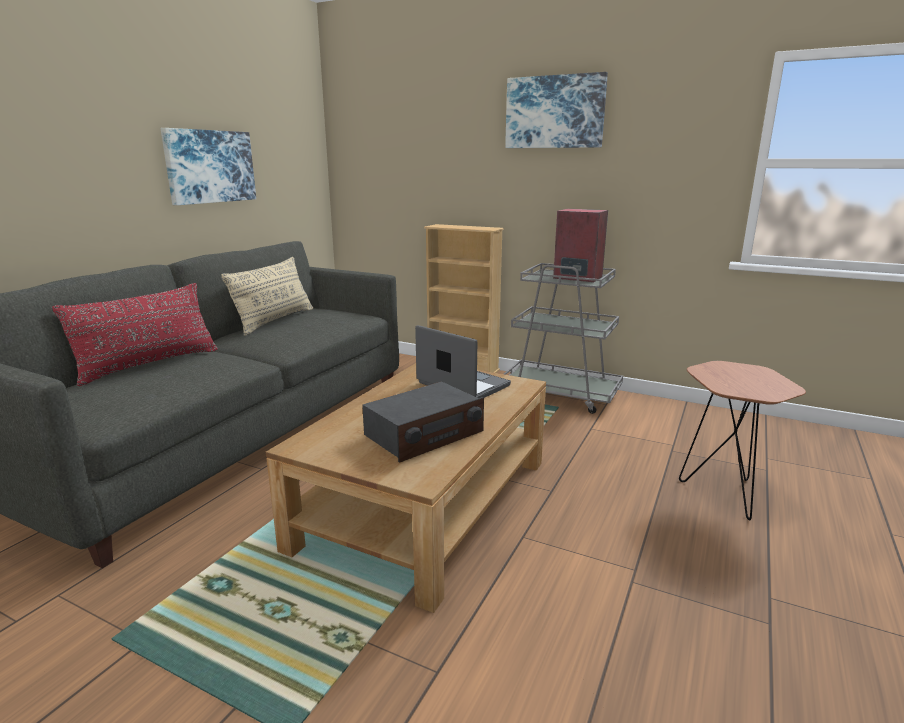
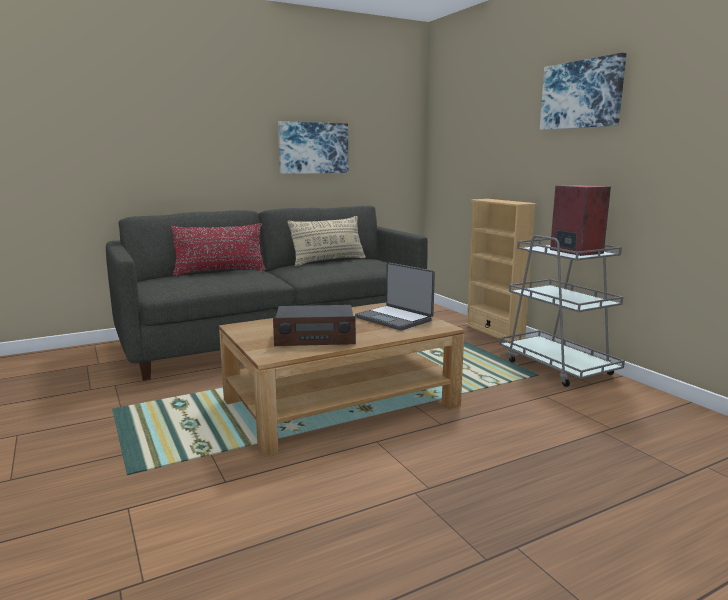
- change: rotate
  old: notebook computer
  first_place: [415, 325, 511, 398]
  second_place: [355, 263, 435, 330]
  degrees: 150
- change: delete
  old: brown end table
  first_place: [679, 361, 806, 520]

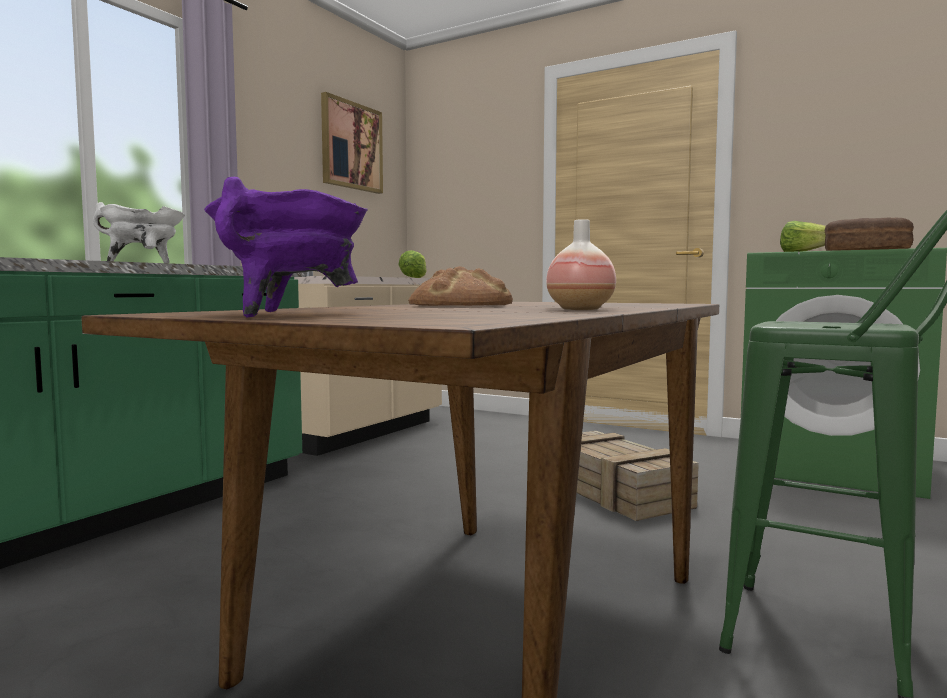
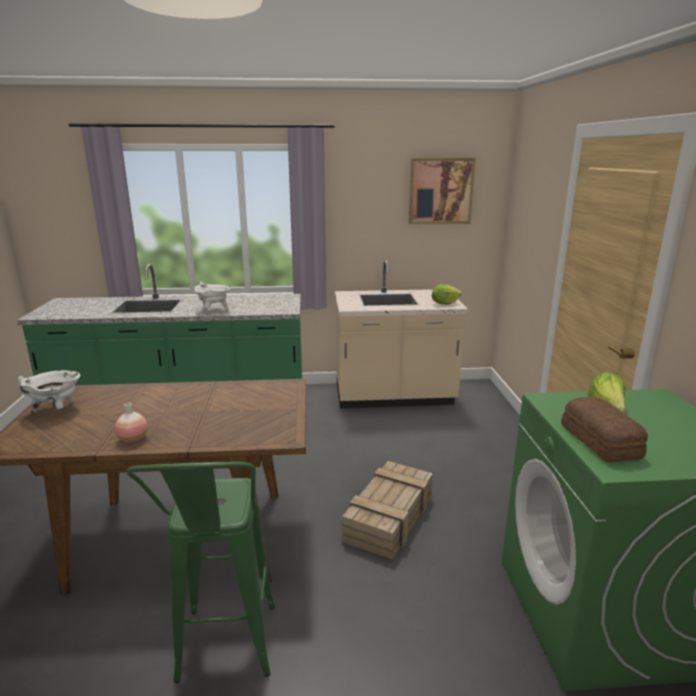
- change: recolor
  old: purplish saucepot
  new: white-coloured saucepot
  first_place: [204, 177, 368, 317]
  second_place: [17, 370, 80, 414]
- change: delete
  old: bakery bread
  first_place: [408, 266, 513, 306]

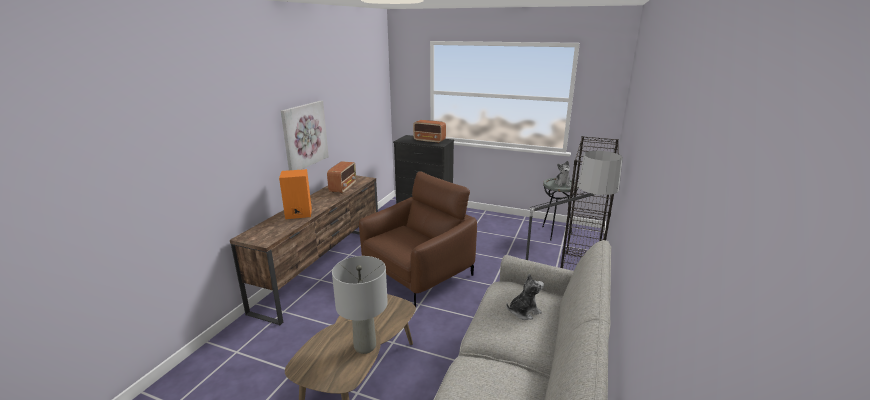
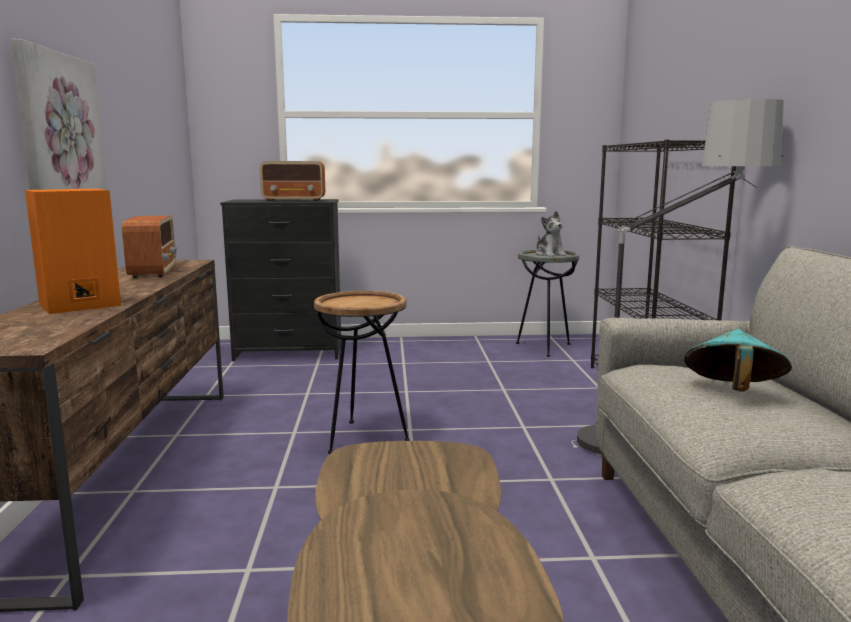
- change: delete
  old: gray lamp for a table
  first_place: [332, 256, 388, 354]
- change: replace
  old: brown armchair
  new: brown end table
  first_place: [359, 171, 477, 307]
  second_place: [314, 291, 410, 454]
- change: replace
  old: plush toy
  new: turquoise hat
  first_place: [506, 274, 544, 320]
  second_place: [684, 329, 792, 392]

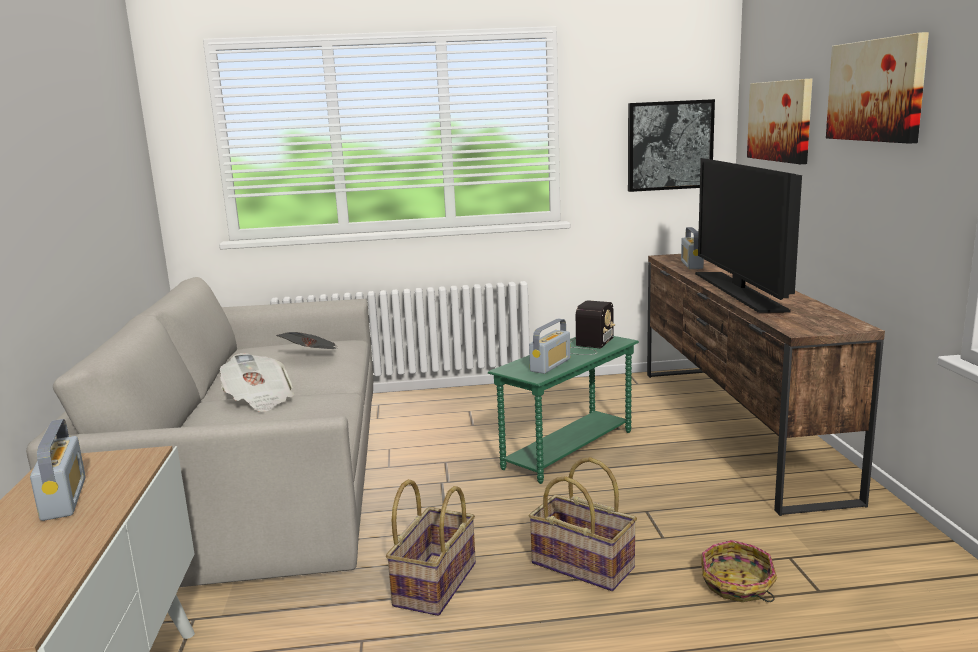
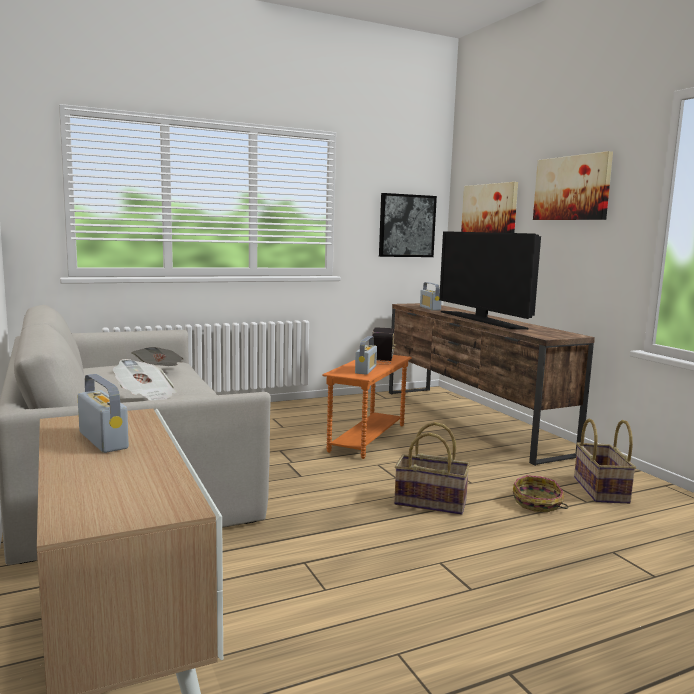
- change: move
  old: household basket
  first_place: [386, 479, 476, 616]
  second_place: [574, 419, 636, 504]
- change: recolor
  old: green-coloured end table
  new: orangey end table
  first_place: [488, 336, 639, 484]
  second_place: [322, 355, 412, 459]

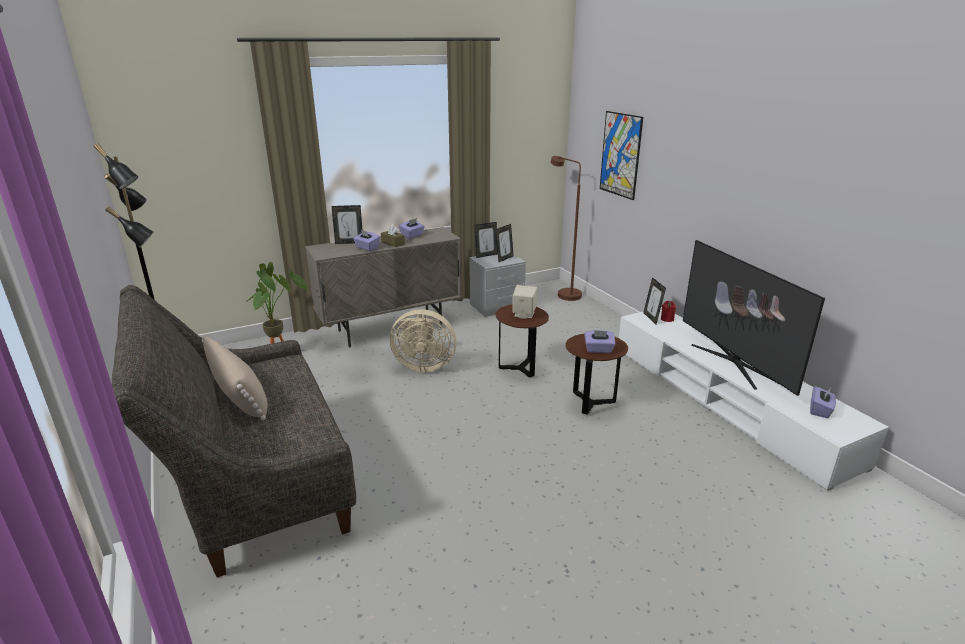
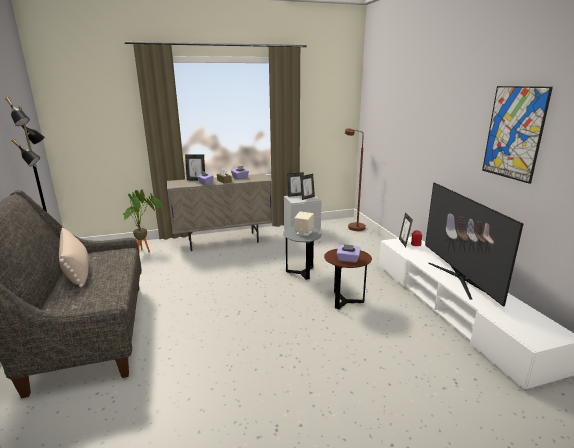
- change: delete
  old: sand-coloured cooling fan
  first_place: [390, 309, 457, 372]
- change: recolor
  old: brown end table
  new: gray end table
  first_place: [495, 304, 549, 377]
  second_place: [283, 227, 322, 280]
- change: move
  old: picture
  first_place: [600, 111, 643, 200]
  second_place: [482, 86, 553, 184]
- change: delete
  old: purplish box of tissues
  first_place: [810, 386, 836, 418]

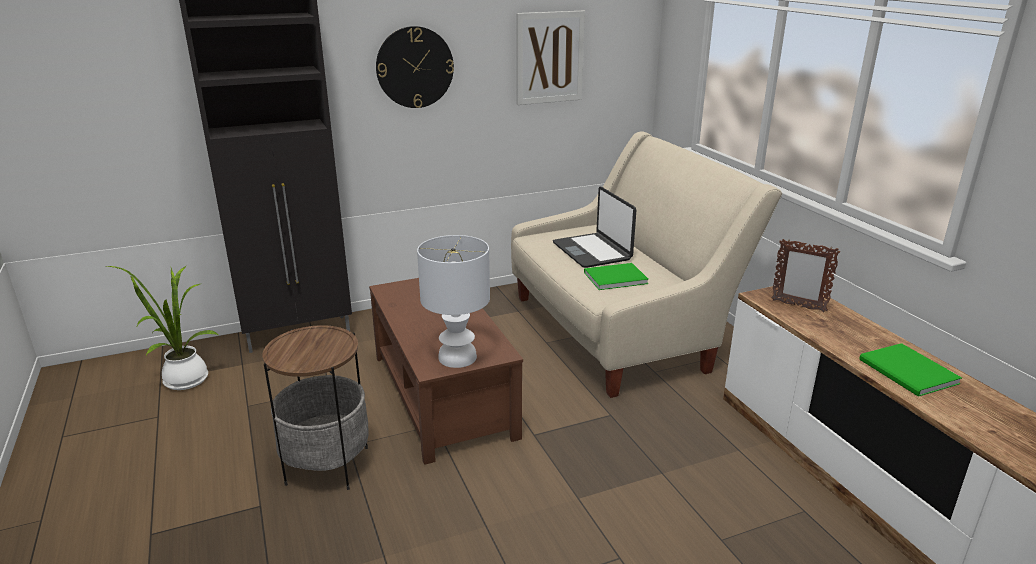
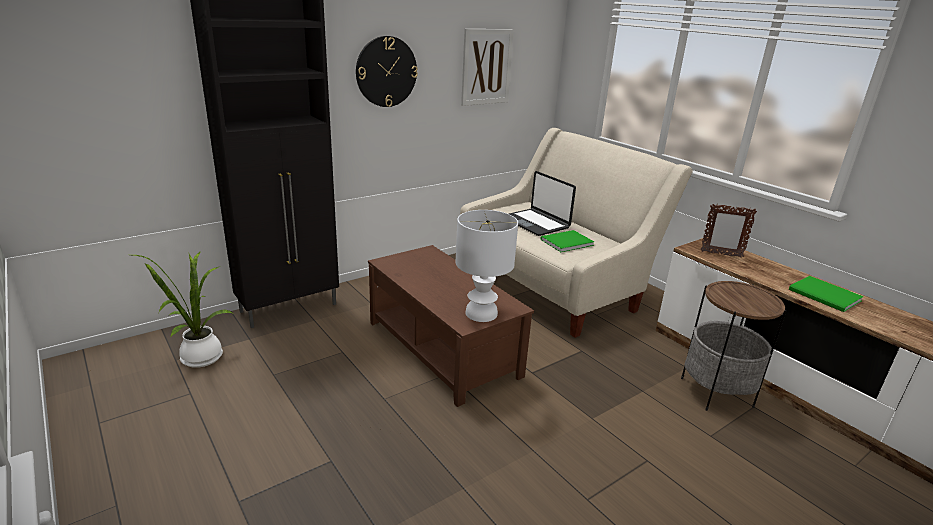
- change: move
  old: end table
  first_place: [262, 325, 368, 490]
  second_place: [681, 281, 786, 411]

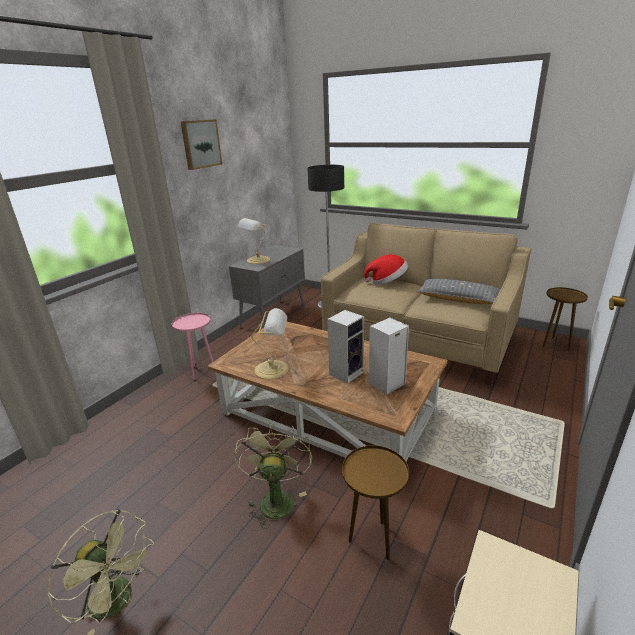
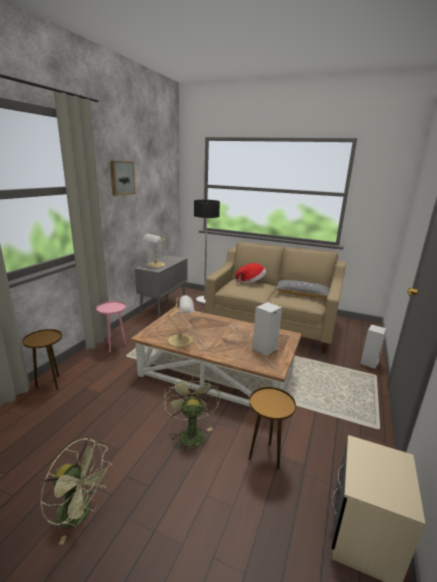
- change: move
  old: loudspeaker
  first_place: [327, 310, 364, 384]
  second_place: [360, 324, 387, 369]
- change: move
  old: brown end table
  first_place: [543, 287, 588, 350]
  second_place: [22, 329, 62, 390]

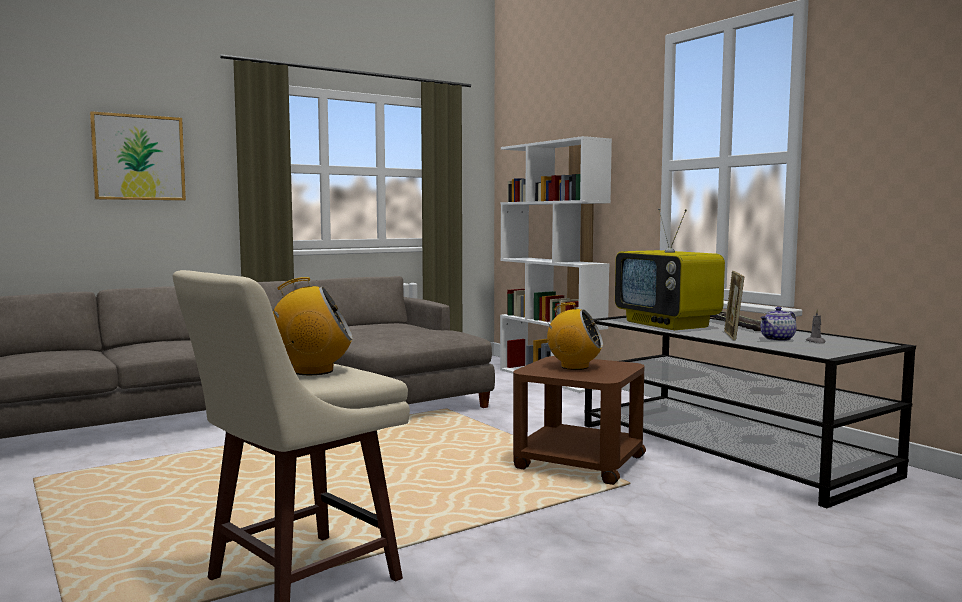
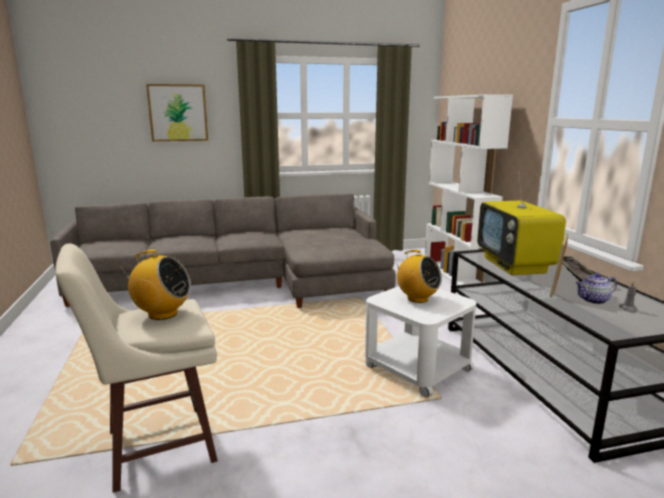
- change: recolor
  old: brown end table
  new: white-coloured end table
  first_place: [513, 356, 646, 485]
  second_place: [365, 286, 476, 398]

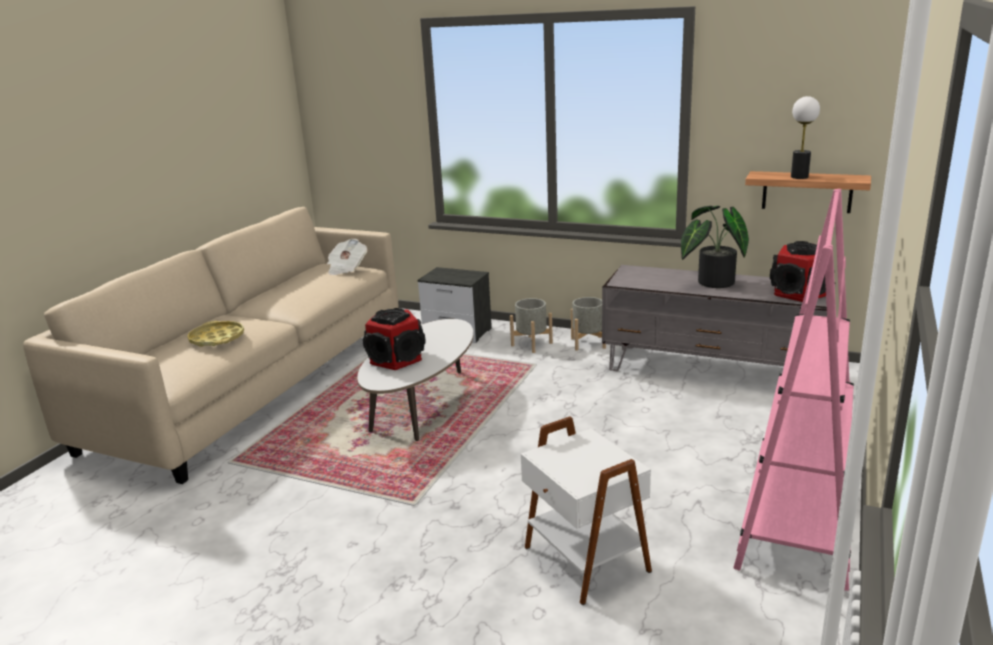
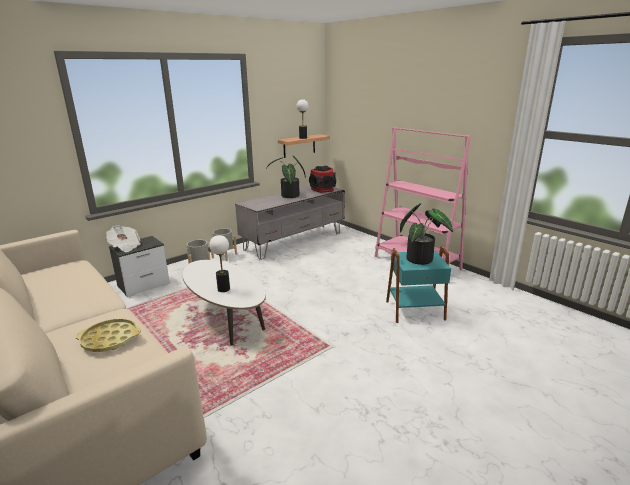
- change: move
  old: daily paper
  first_place: [327, 239, 367, 275]
  second_place: [106, 225, 141, 252]
- change: replace
  old: loudspeaker
  new: lamp for a table
  first_place: [363, 308, 426, 370]
  second_place: [209, 235, 230, 292]
- change: recolor
  old: white-coloured end table
  new: turquoise end table
  first_place: [521, 417, 652, 605]
  second_place: [386, 246, 451, 323]
- change: insert
  new: plant in a pot
  second_place: [400, 203, 453, 265]

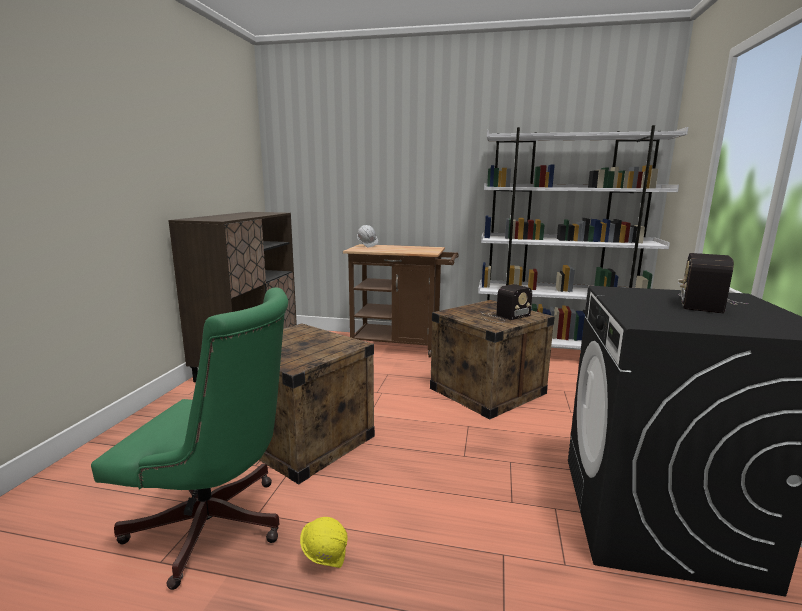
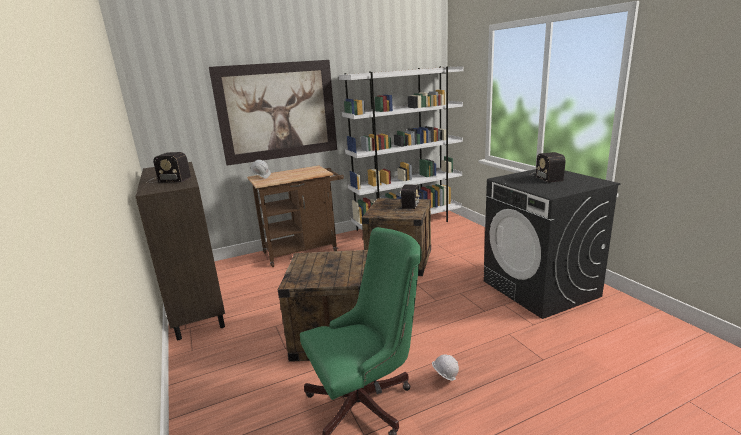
- change: recolor
  old: yellow work helmet
  new: white-coloured work helmet
  first_place: [300, 517, 348, 568]
  second_place: [432, 354, 459, 381]
- change: insert
  new: radio set
  second_place: [146, 152, 191, 183]
- change: insert
  new: picture
  second_place: [209, 60, 337, 166]

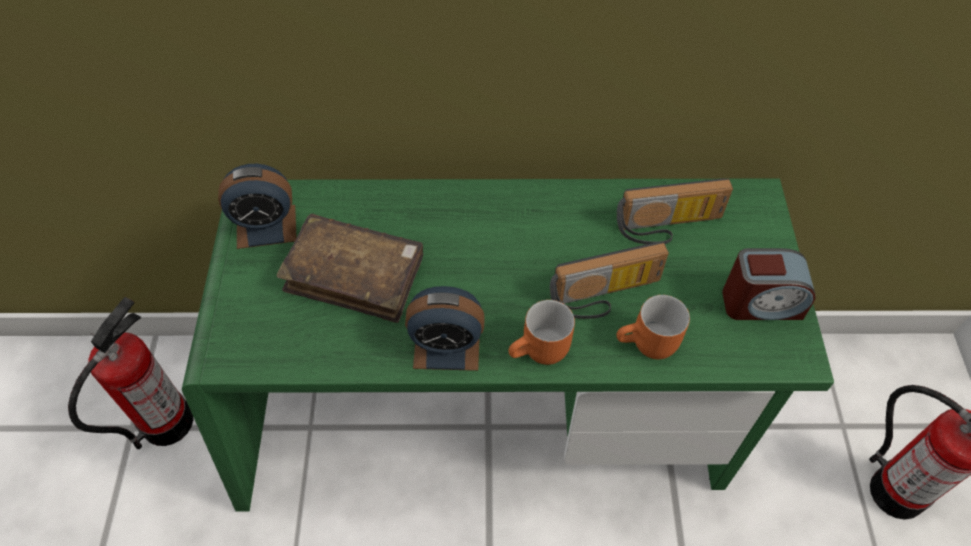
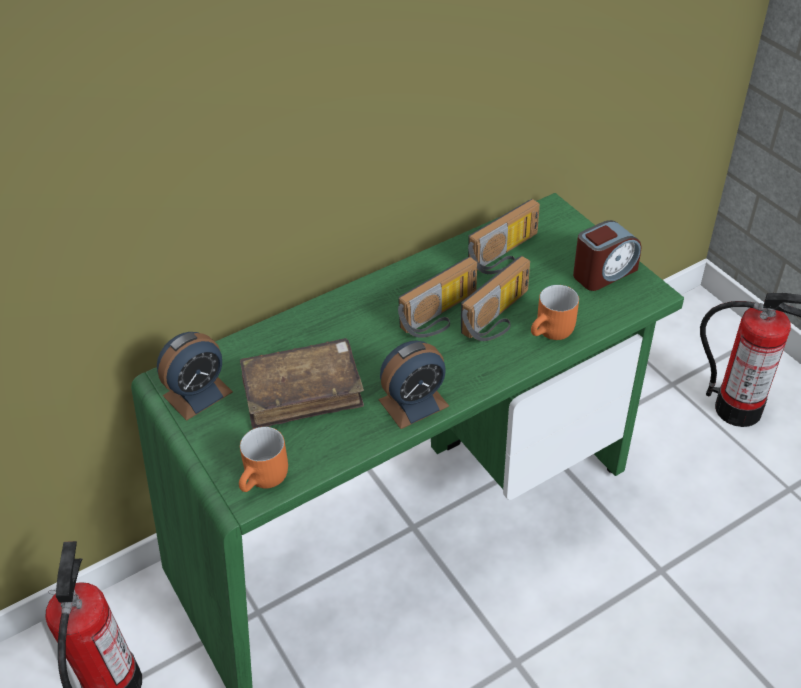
- change: move
  old: orangey coffee mug
  first_place: [508, 300, 575, 365]
  second_place: [239, 427, 288, 492]
- change: insert
  new: radio set
  second_place: [398, 257, 477, 338]

